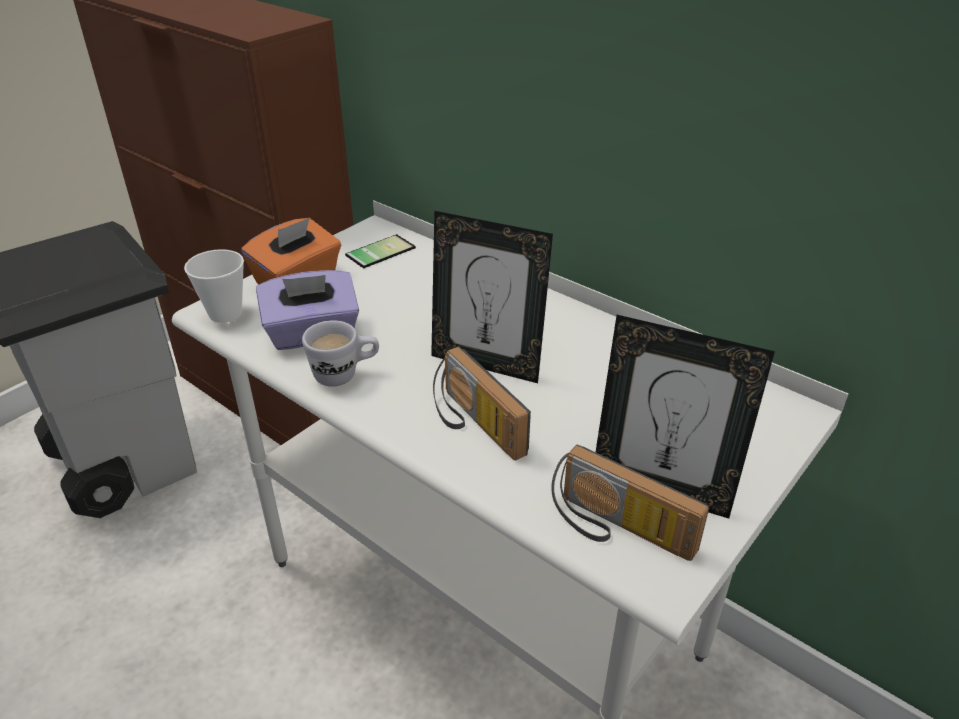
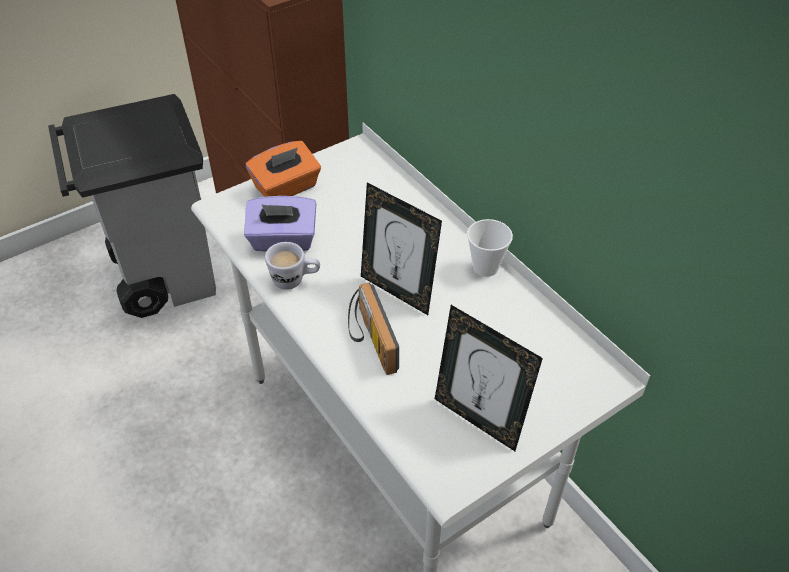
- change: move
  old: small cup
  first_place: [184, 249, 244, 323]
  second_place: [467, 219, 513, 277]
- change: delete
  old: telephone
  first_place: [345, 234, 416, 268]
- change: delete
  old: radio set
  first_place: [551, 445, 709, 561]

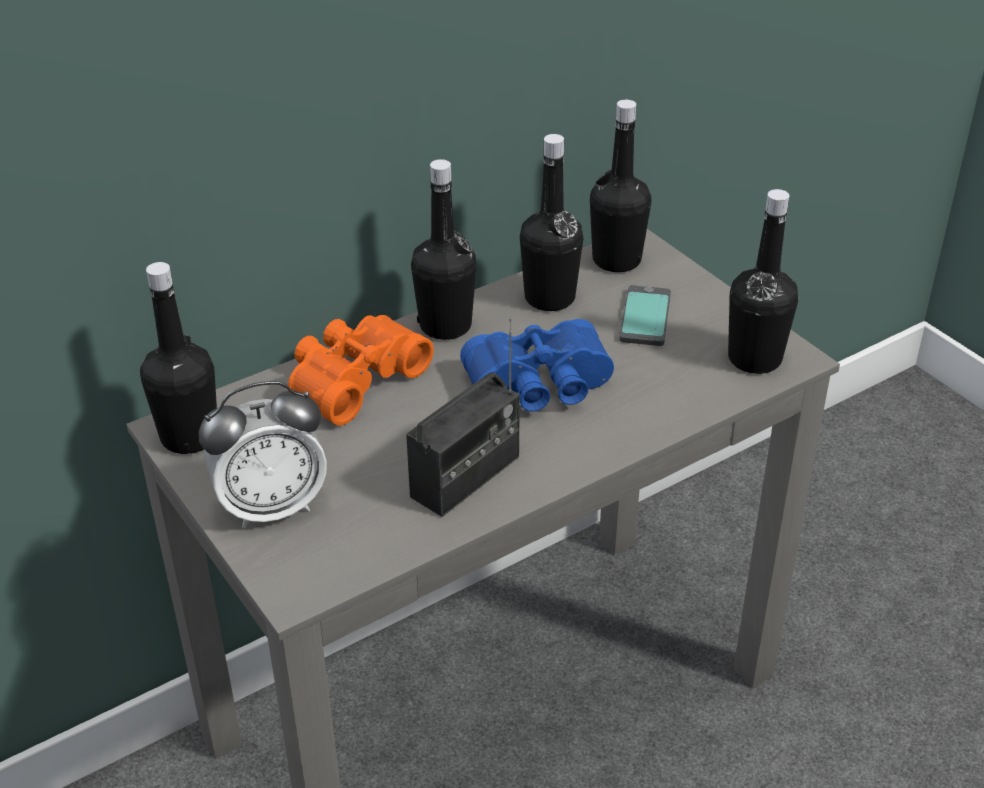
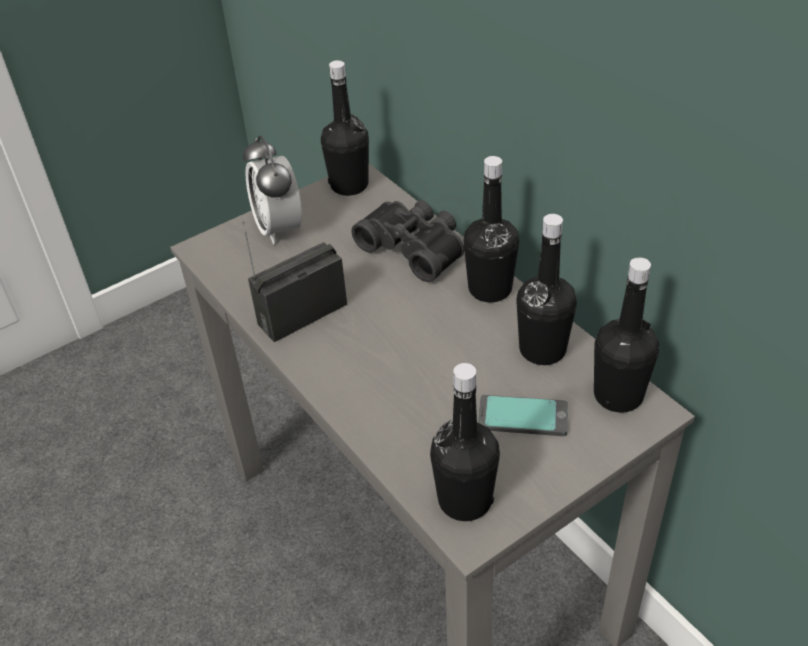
- change: recolor
  old: orangey pair of binoculars
  new: black-coloured pair of binoculars
  first_place: [288, 315, 434, 426]
  second_place: [351, 200, 464, 282]
- change: rotate
  old: radio set
  first_place: [406, 318, 520, 517]
  second_place: [242, 222, 347, 342]
  degrees: 105
- change: delete
  old: bluish pair of binoculars
  first_place: [460, 319, 614, 411]

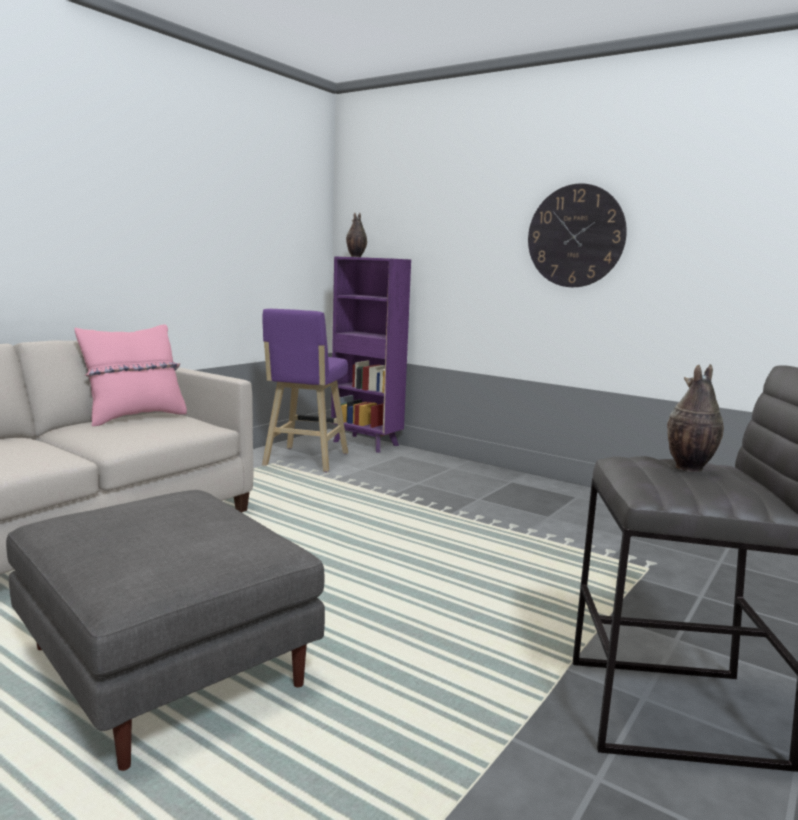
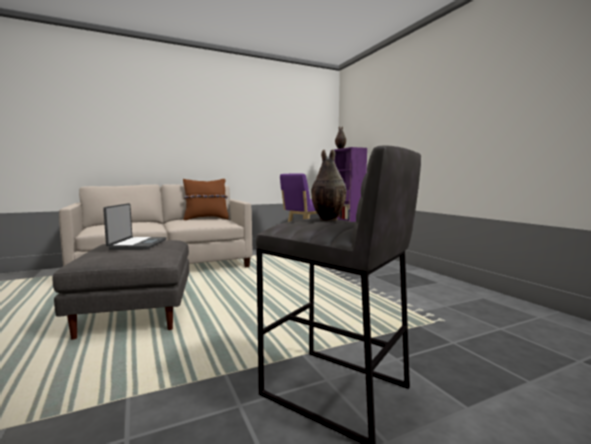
- change: recolor
  old: pink-coloured pillow
  new: brown pillow
  first_place: [75, 324, 187, 427]
  second_place: [183, 179, 229, 220]
- change: delete
  old: wall clock
  first_place: [528, 183, 627, 287]
- change: insert
  new: notebook computer
  second_place: [103, 203, 166, 250]

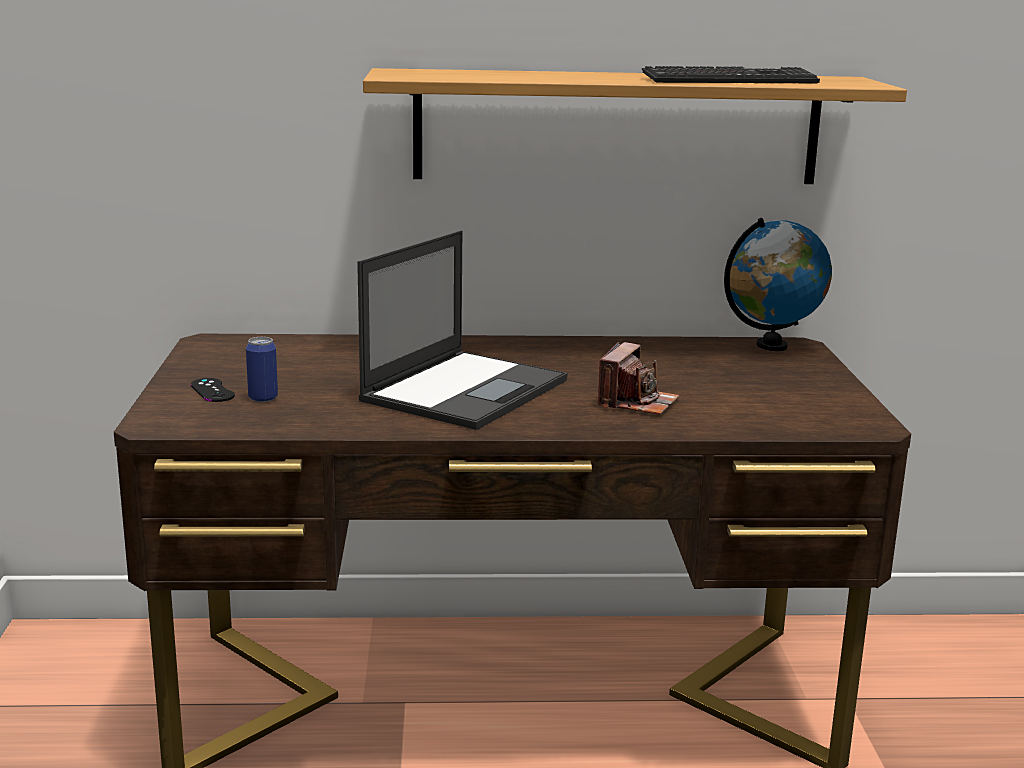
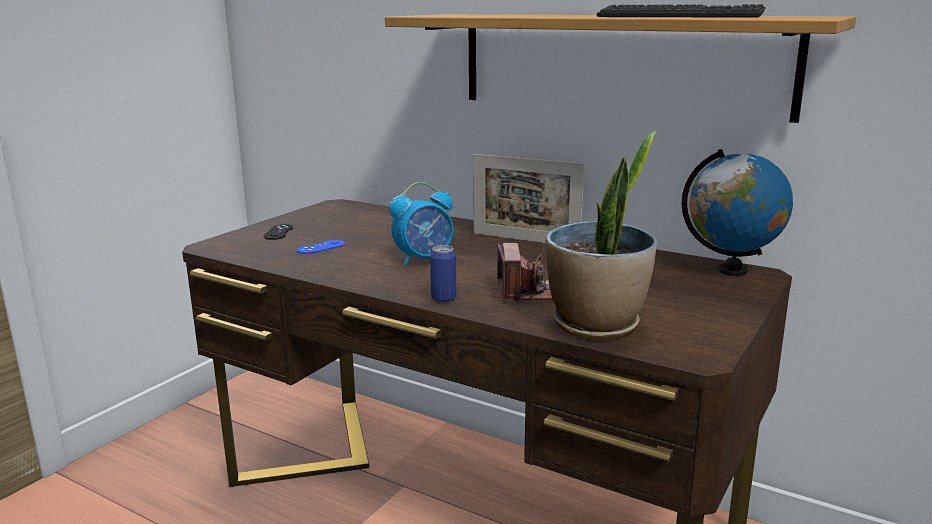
- change: move
  old: metal can
  first_place: [246, 337, 278, 402]
  second_place: [430, 245, 456, 303]
- change: replace
  old: notebook computer
  new: table clock
  first_place: [357, 230, 567, 430]
  second_place: [389, 182, 453, 266]
- change: rotate
  old: still camera
  first_place: [598, 342, 679, 415]
  second_place: [497, 243, 552, 302]
  degrees: -60
- change: insert
  new: bluish gamepad
  second_place: [297, 240, 345, 254]
- change: insert
  new: standing frame
  second_place: [473, 154, 584, 243]
- change: insert
  new: plant in a pot
  second_place: [545, 130, 657, 340]

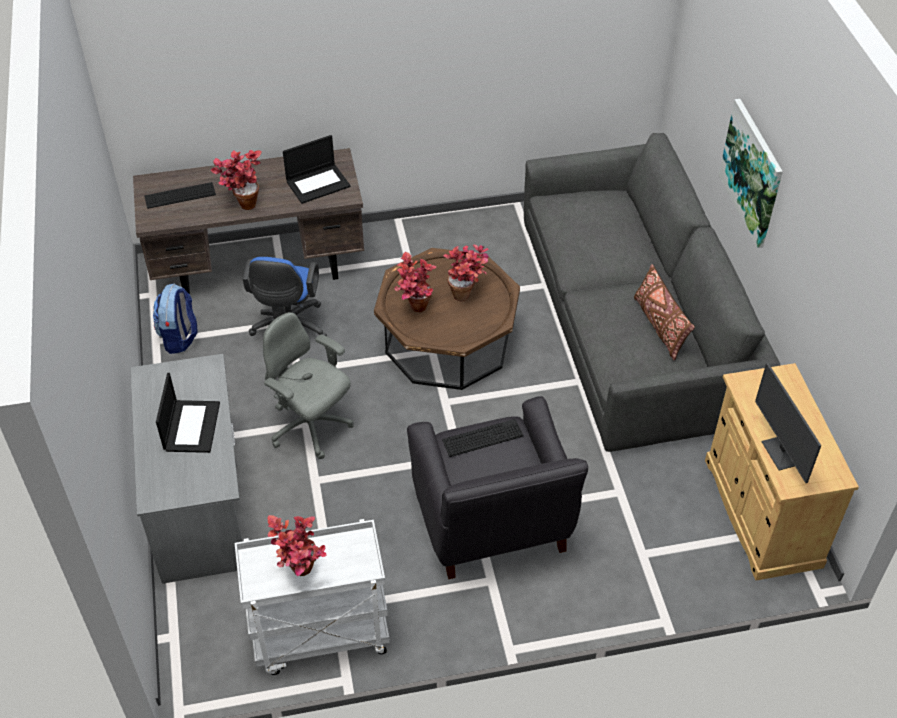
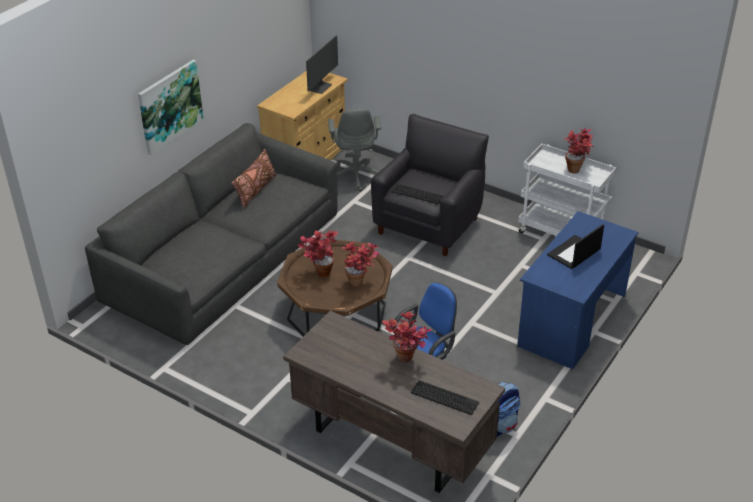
- change: recolor
  old: gray desk table
  new: bluish desk table
  first_place: [130, 354, 242, 584]
  second_place: [517, 211, 639, 369]
- change: move
  old: gray desk chair
  first_place: [263, 312, 354, 459]
  second_place: [328, 108, 381, 192]
- change: delete
  old: notebook computer
  first_place: [283, 135, 351, 204]

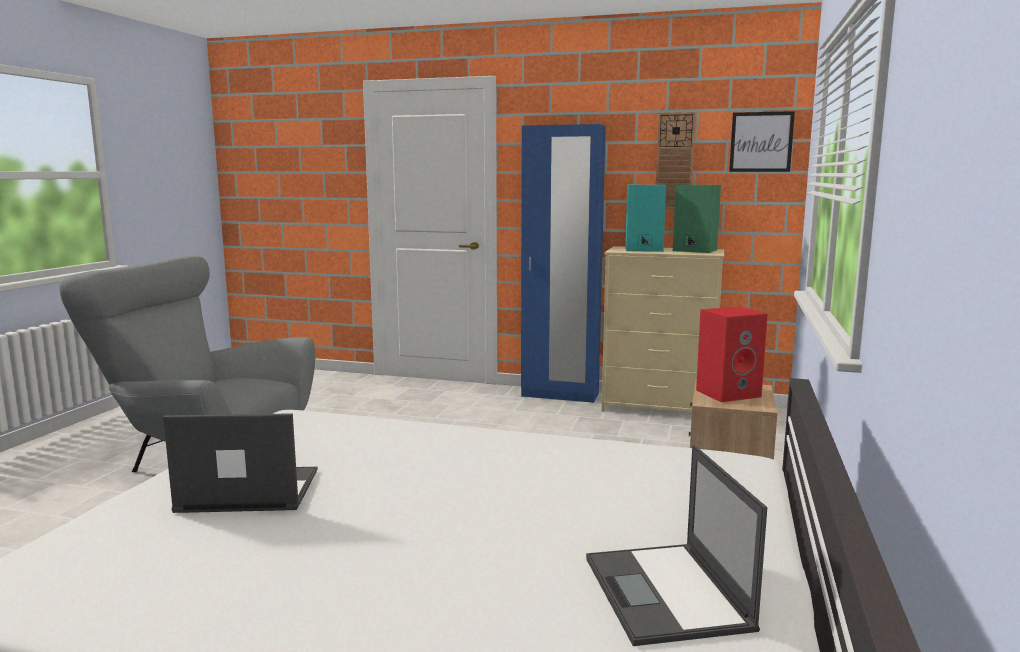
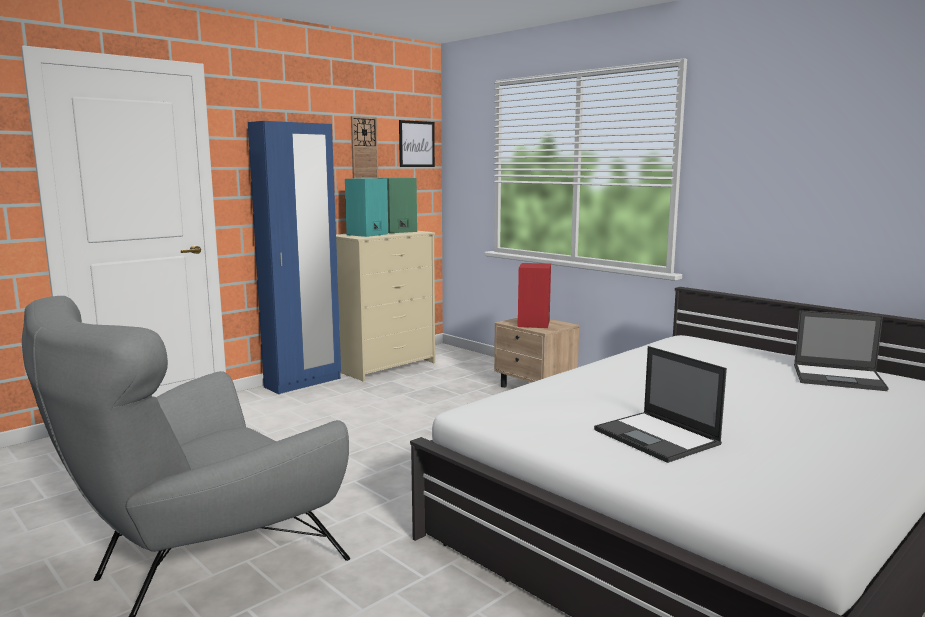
- change: rotate
  old: notebook computer
  first_place: [163, 413, 318, 513]
  second_place: [594, 346, 727, 463]
  degrees: -60

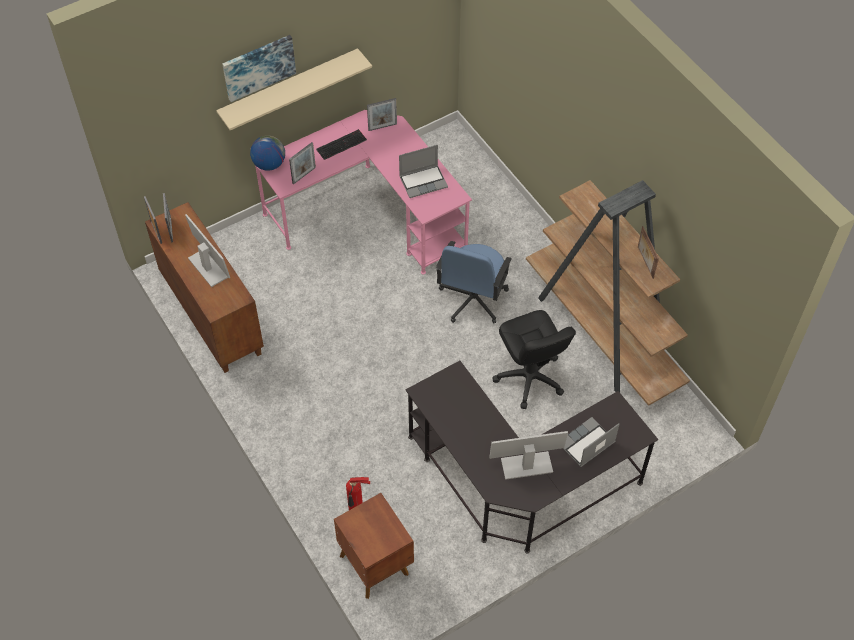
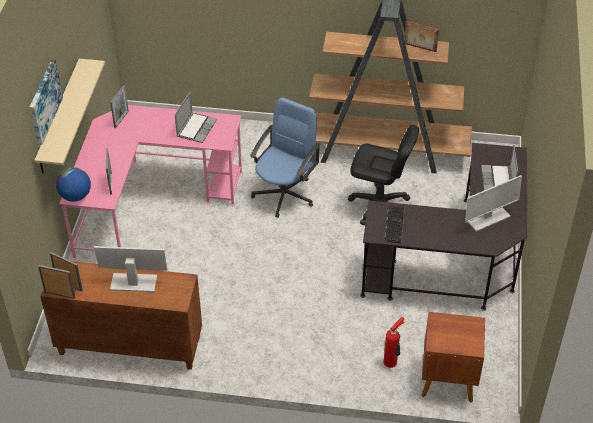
- change: move
  old: computer keyboard
  first_place: [316, 129, 367, 160]
  second_place: [385, 205, 405, 243]
- change: rotate
  old: bluish desk chair
  first_place: [436, 241, 512, 323]
  second_place: [250, 97, 321, 218]
  degrees: -120
- change: rotate
  old: monitor
  first_place: [489, 431, 568, 480]
  second_place: [465, 175, 522, 232]
  degrees: -150

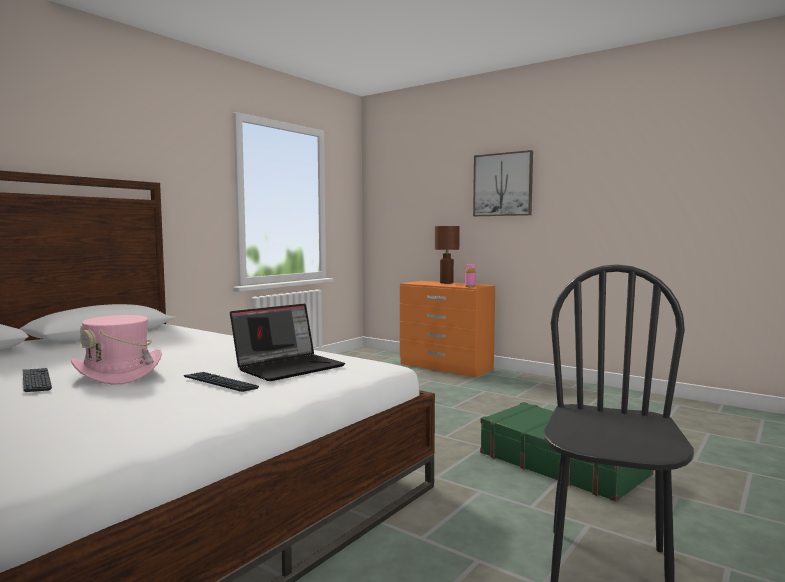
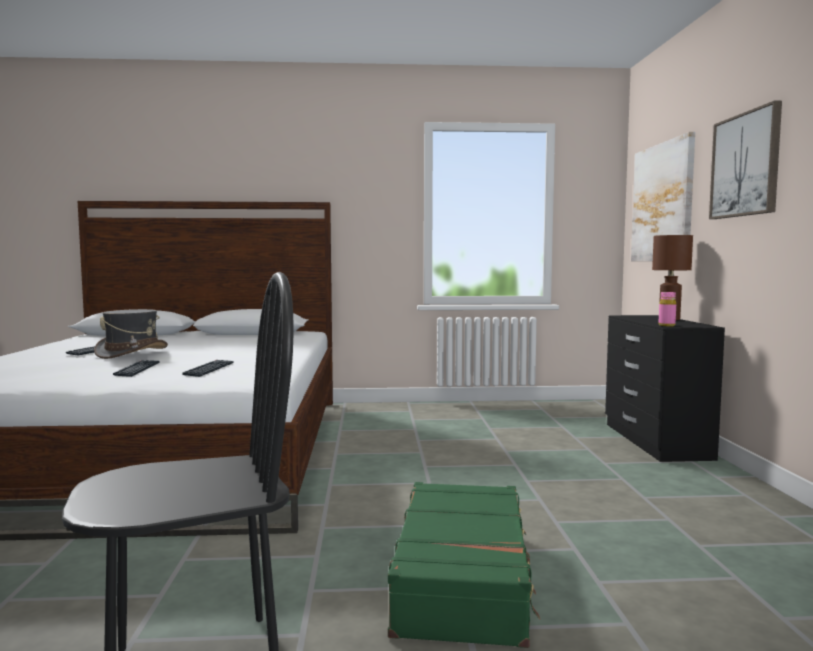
- change: recolor
  old: pink-coloured hat
  new: gray hat
  first_place: [71, 315, 162, 385]
  second_place: [94, 309, 168, 359]
- change: replace
  old: notebook computer
  new: computer keyboard
  first_place: [230, 304, 345, 381]
  second_place: [182, 360, 234, 377]
- change: recolor
  old: orangey dresser
  new: black-coloured dresser
  first_place: [400, 281, 495, 377]
  second_place: [605, 315, 725, 462]
- change: insert
  new: picture
  second_place: [631, 132, 695, 261]

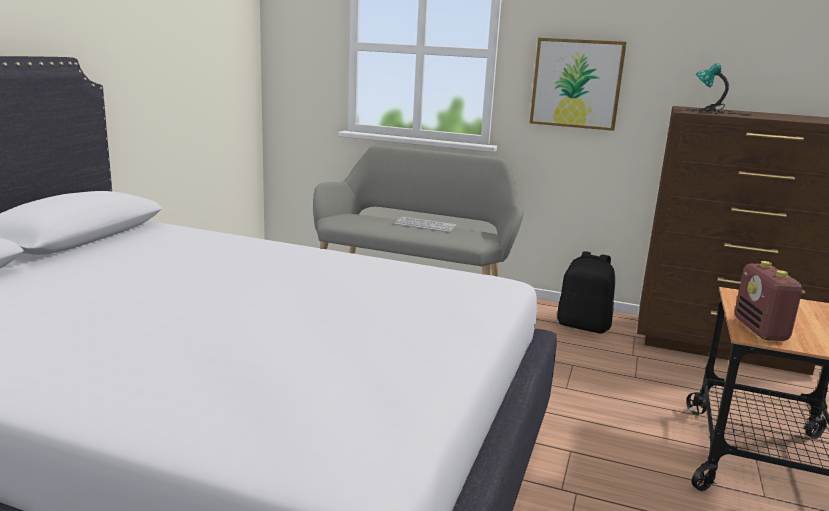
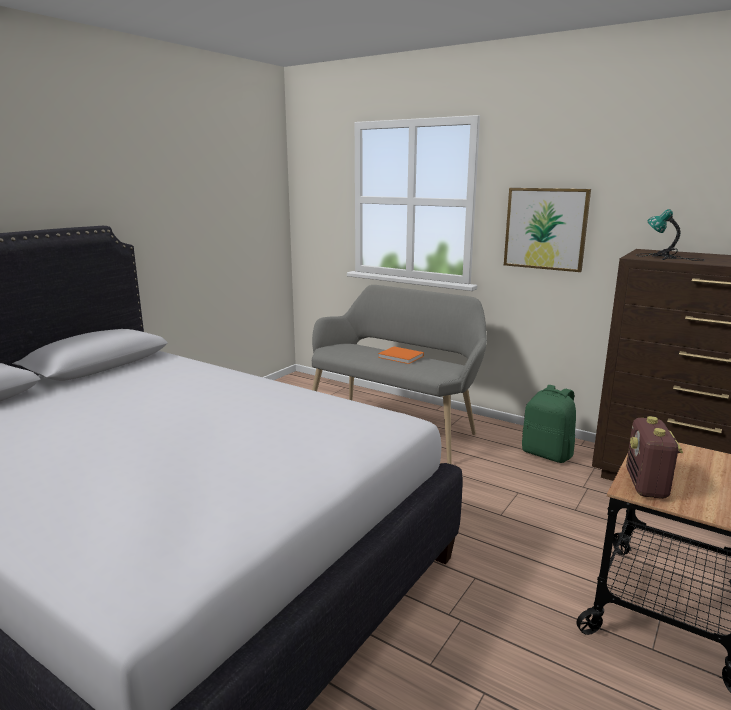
- change: replace
  old: computer keyboard
  new: orangey bound book
  first_place: [395, 217, 457, 232]
  second_place: [378, 346, 424, 364]
- change: recolor
  old: black-coloured rucksack
  new: green-coloured rucksack
  first_place: [557, 251, 615, 334]
  second_place: [522, 385, 576, 463]

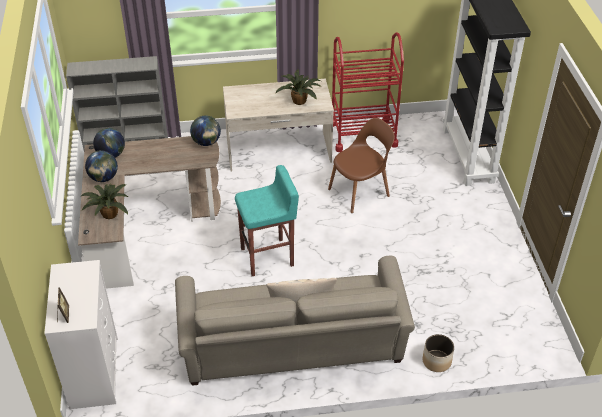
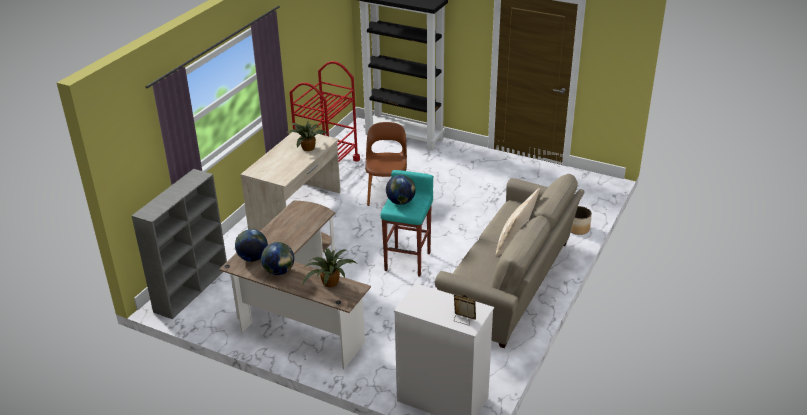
- change: move
  old: globe
  first_place: [190, 116, 221, 146]
  second_place: [386, 175, 416, 205]

